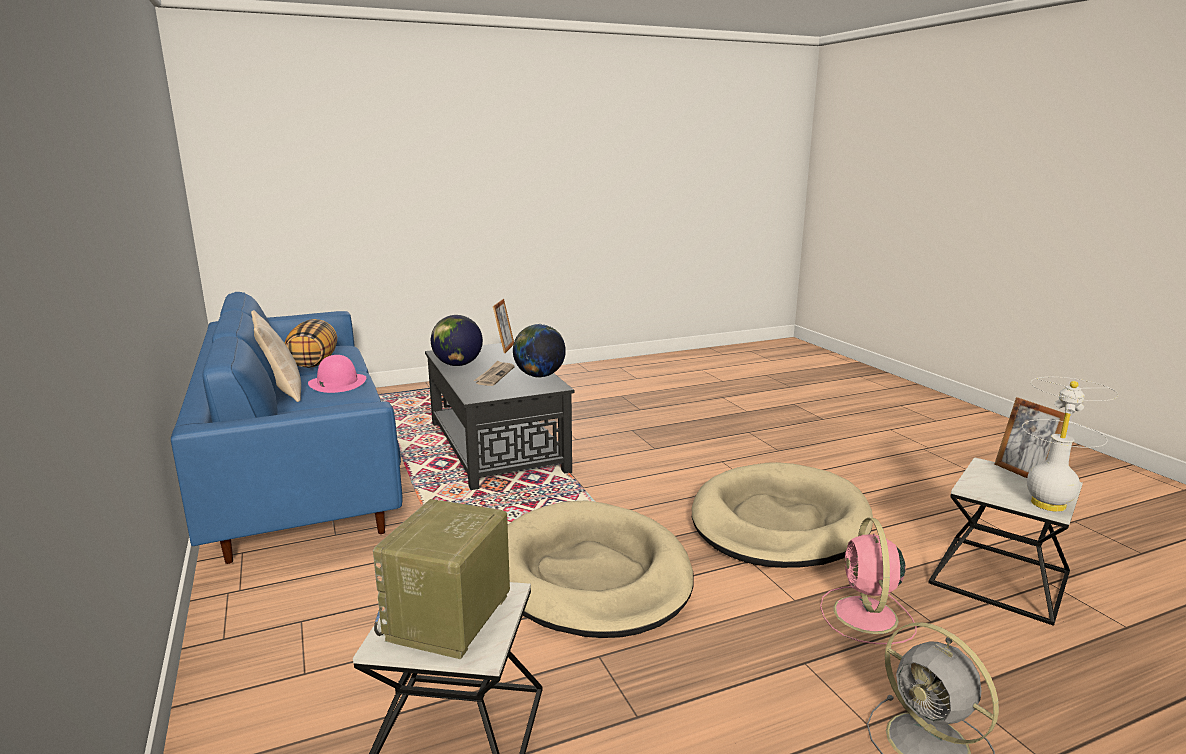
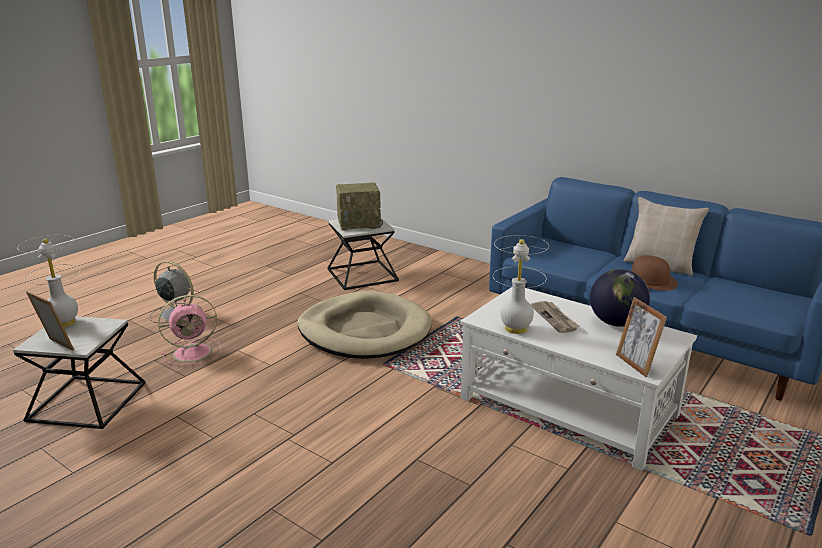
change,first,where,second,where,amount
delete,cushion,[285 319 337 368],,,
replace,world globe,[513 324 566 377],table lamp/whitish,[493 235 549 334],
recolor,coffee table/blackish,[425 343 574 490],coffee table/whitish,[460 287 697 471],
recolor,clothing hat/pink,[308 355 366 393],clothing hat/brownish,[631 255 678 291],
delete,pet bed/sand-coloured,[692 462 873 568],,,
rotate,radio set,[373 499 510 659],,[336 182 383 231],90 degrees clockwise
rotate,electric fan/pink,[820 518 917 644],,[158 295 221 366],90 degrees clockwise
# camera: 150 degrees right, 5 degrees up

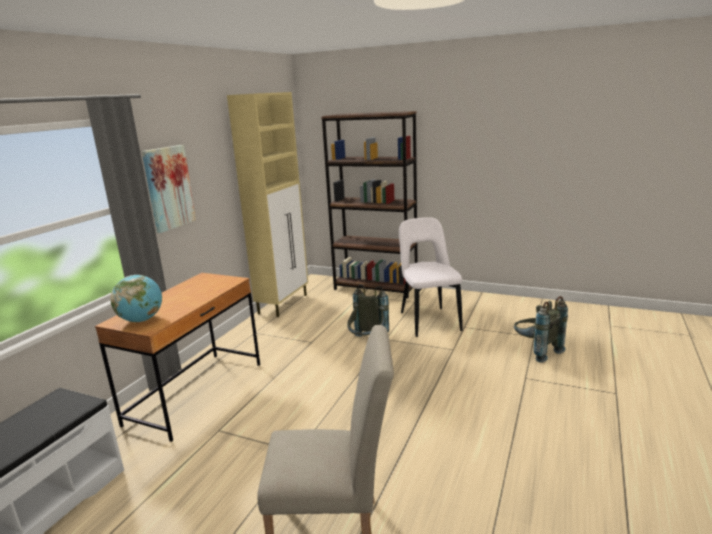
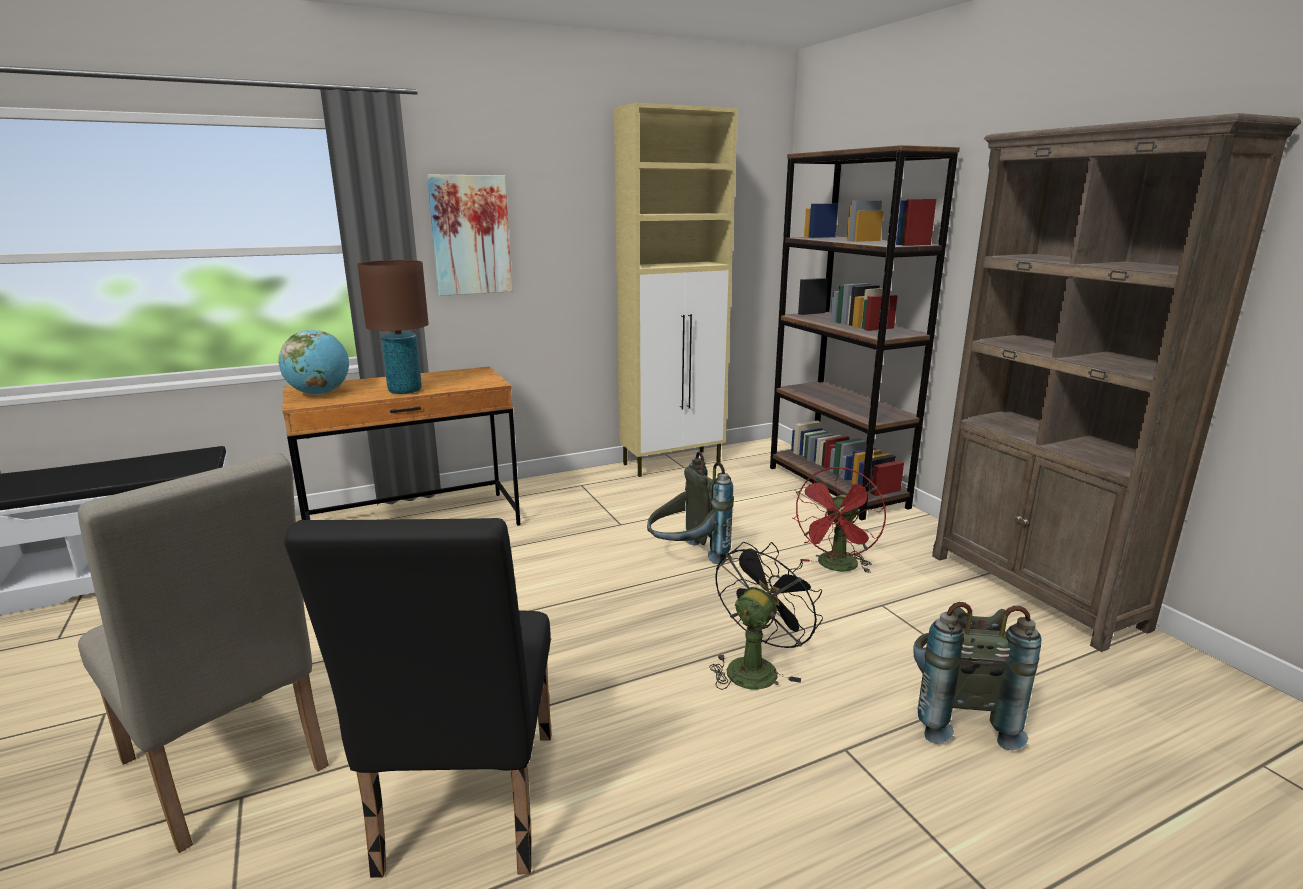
change,first,where,second,where,amount
replace,plain chair/whitish,[399 217 463 337],electric fan/reddish,[792 467 886 574],
insert,,,bookshelf/brownish,[932 113 1301 652],
insert,,,table lamp/brownish,[357 260 429 394],
insert,,,plain chair/blackish,[284 518 551 878],
insert,,,electric fan/blackish,[709 542 823 690],
# camera: 40 degrees right, 0 degrees up

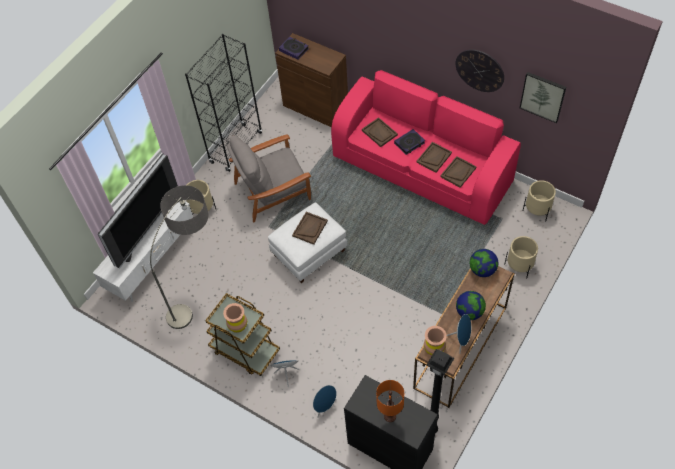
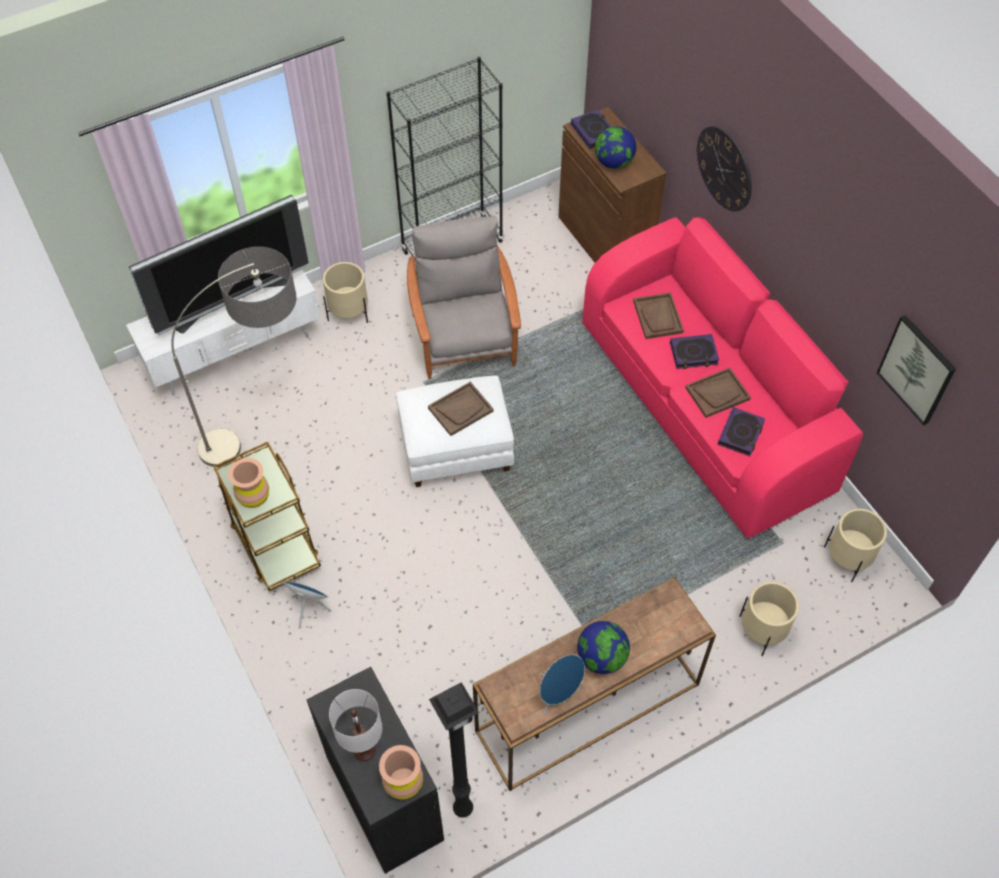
change,first,where,second,where,amount
move,wall clock,[455 49 504 92],,[697 126 752 212],
rotate,easy chair/greyish,[227 135 311 223],,[407 216 521 379],75 degrees clockwise
replace,serving tray/brownish,[440 156 477 188],bound book,[718 407 765 456],
move,world globe,[469 249 498 277],,[595 126 637 169],
move,flower vase/brownish,[424 326 447 355],,[379 745 423 800],
recolor,table lamp/orangey,[376 380 404 422],table lamp/whitish,[329 689 382 761],
delete,loudspeaker/bluish,[313 385 337 418],,,
# camera: 25 degrees right, 0 degrees up

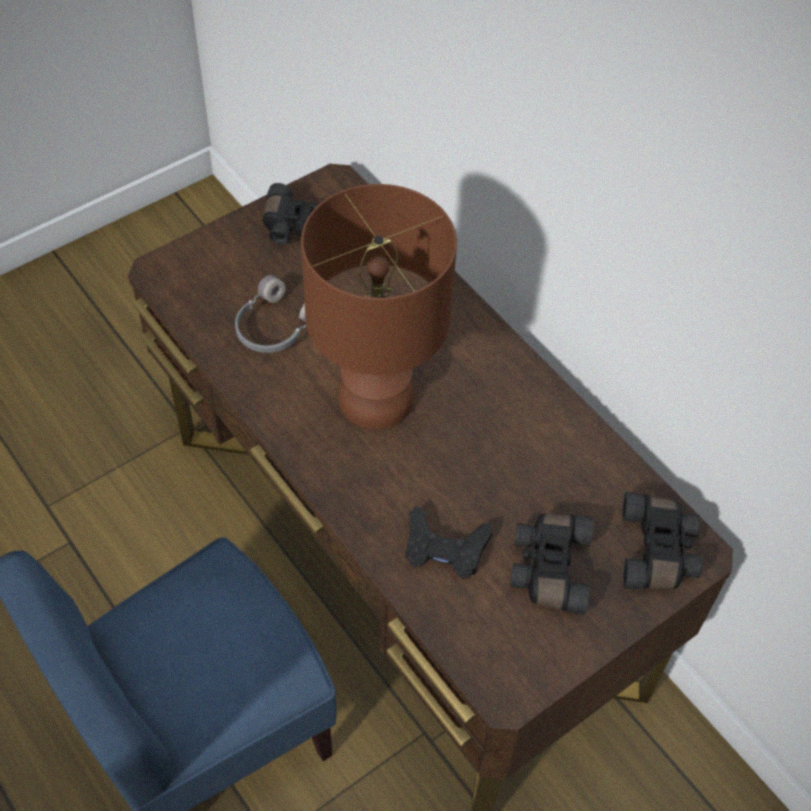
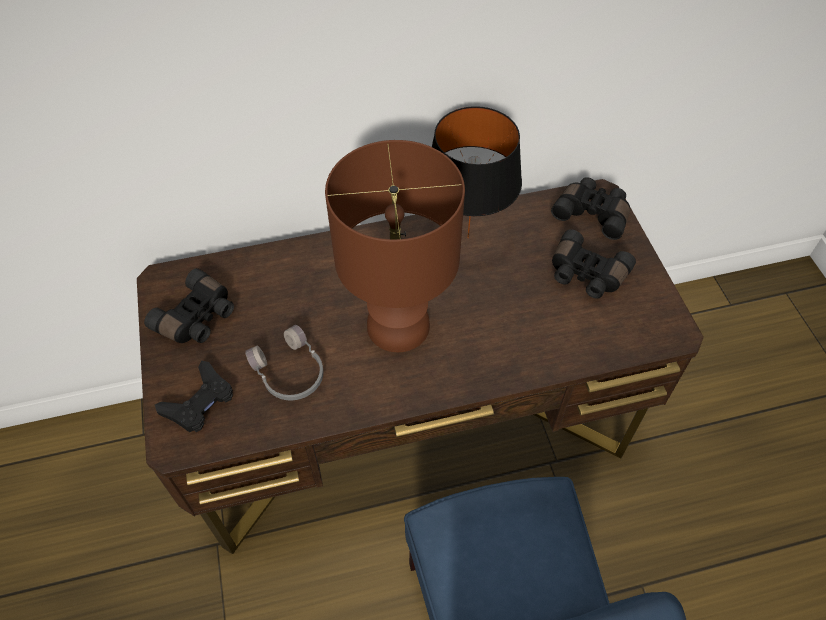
change,first,where,second,where,amount
move,joypad/blackish,[406 506 493 579],,[155 360 233 432],
insert,,,table lamp/blackish,[432 106 522 238],
# camera: 65 degrees left, 0 degrees up

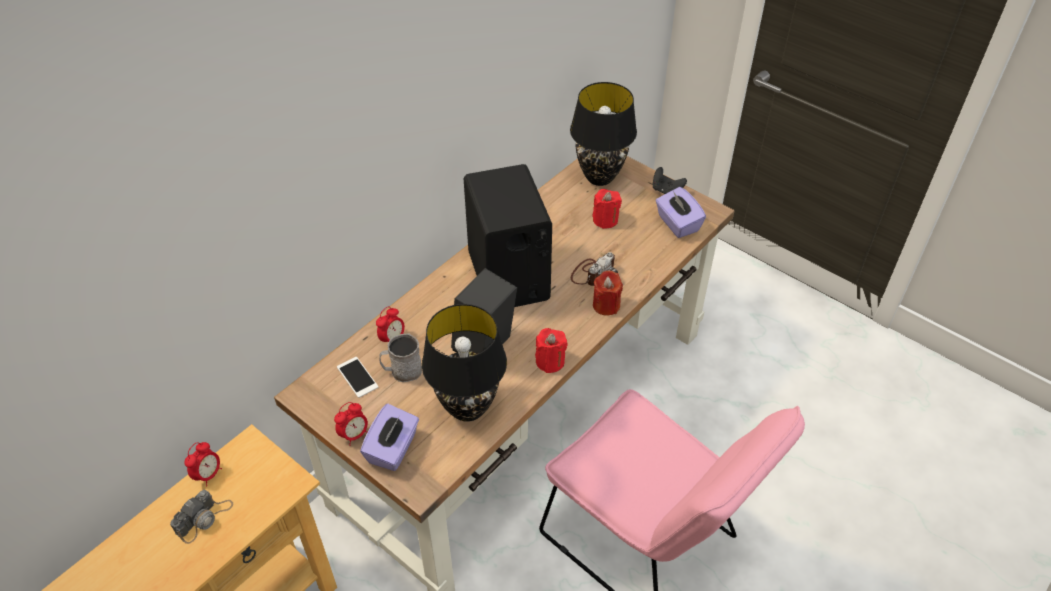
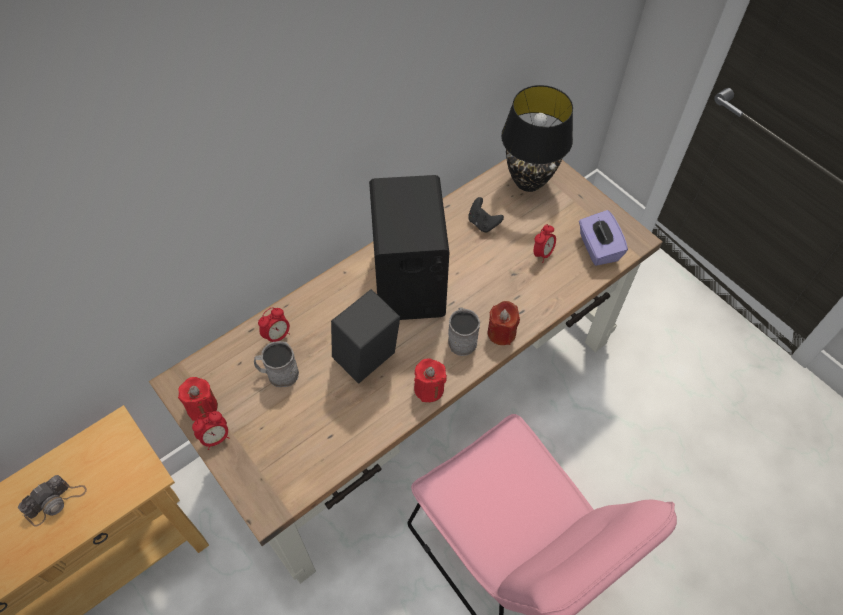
change,first,where,second,where,amount
move,joypad/blackish,[652 167 687 194],,[468 197 504 233],
move,wax candle/reddish,[592 189 622 229],,[178 377 218 421],
delete,photo camera,[571 252 618 286],,,
delete,table lamp/blackish,[422 304 507 422],,,
delete,handset,[337 357 378 398],,,
delete,box of tissues/purple-coloured,[360 404 419 471],,,
move,alarm clock,[184 442 222 486],,[534 224 556 263],
insert,,,coffee mug/greyish,[448 307 480 356],
# camera: 10 degrees right, 10 degrees up

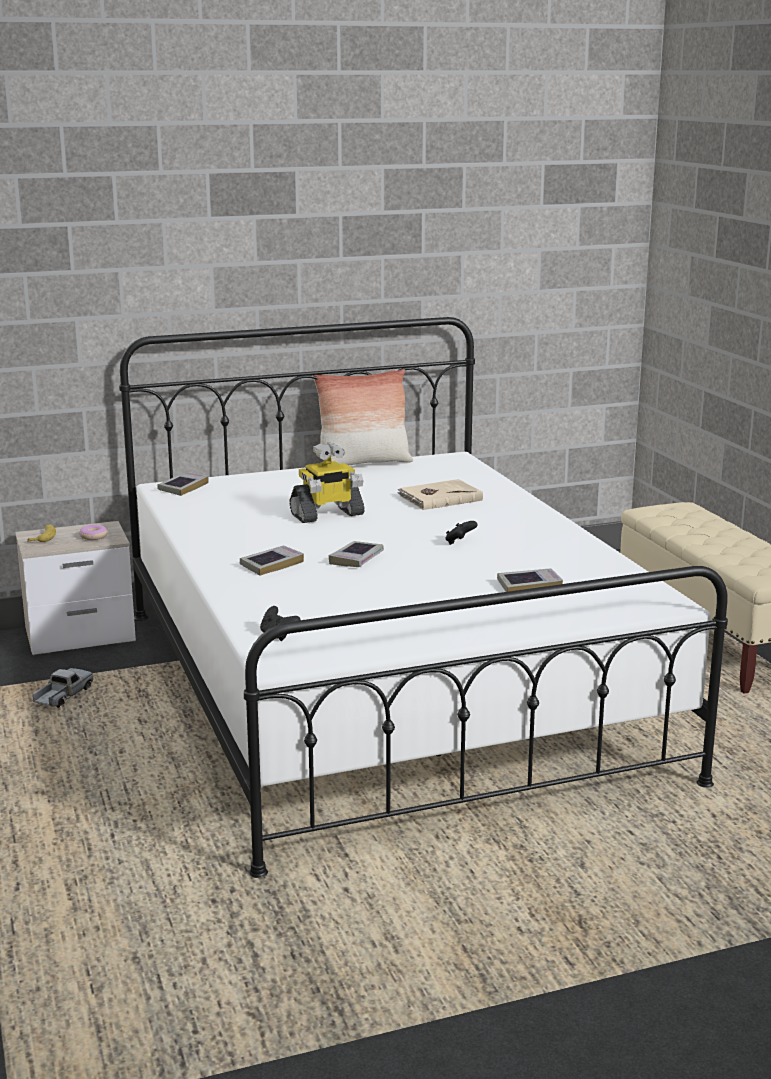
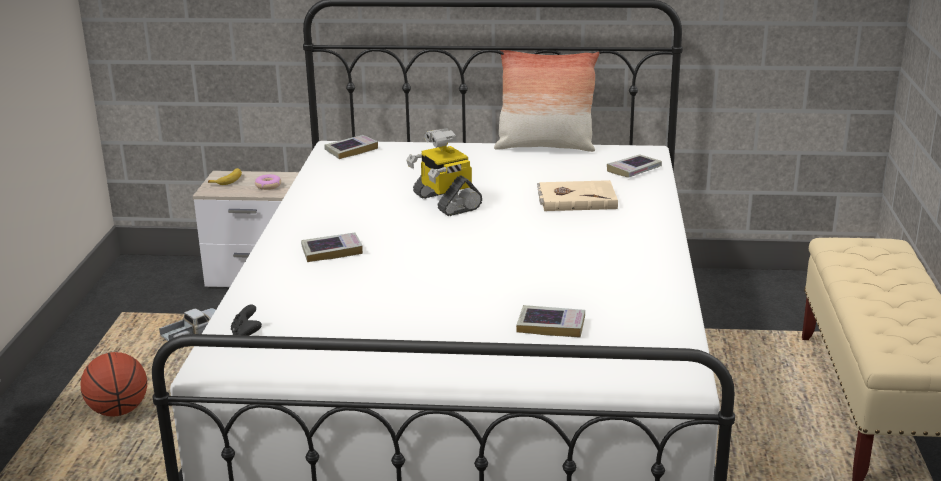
change,first,where,second,where,amount
rotate,robot figure,[290 442 365 523],,[406 128 482 216],60 degrees clockwise
delete,joypad/blackish,[446 521 478 545],,,
move,bound book,[329 541 384 567],,[607 155 662 178],
insert,,,ball for basketball,[81 352 147 417],
# camera: 25 degrees right, 5 degrees up

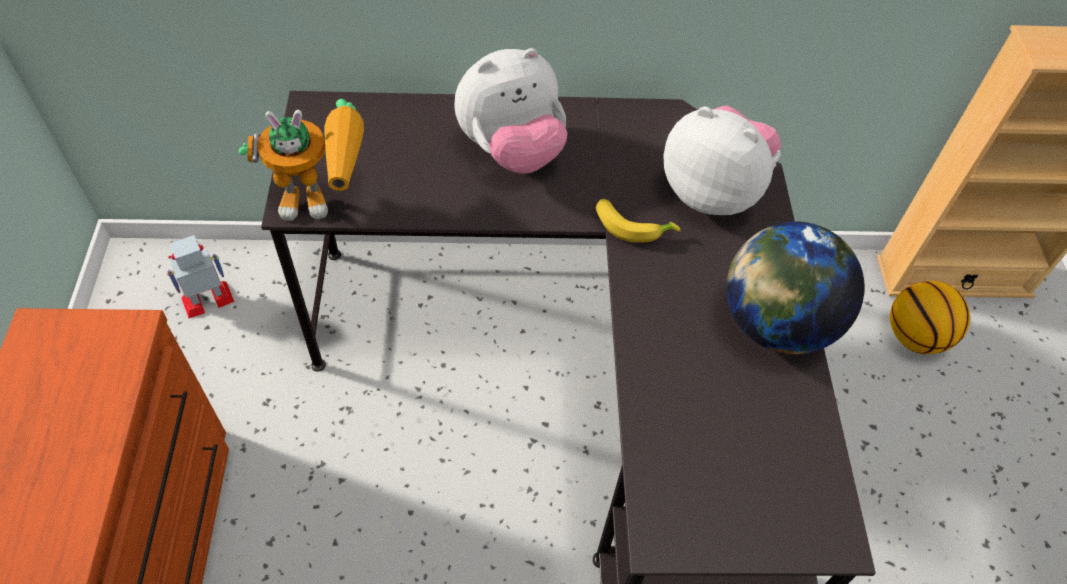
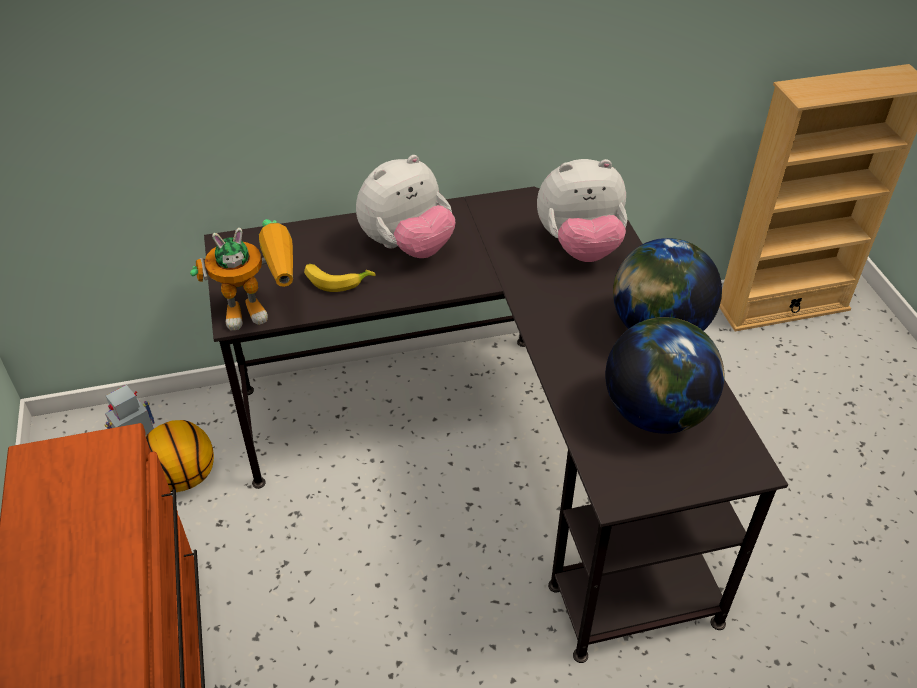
change,first,where,second,where,amount
rotate,soft toy,[663 105 781 215],,[537 159 627 262],150 degrees clockwise
move,banana,[596 198 681 243],,[304 264 376 292],
move,ball for basketball,[890 281 970 354],,[146 420 214 492],
insert,,,world globe,[605 317 724 434],
# camera: 10 degrees left, 10 degrees down

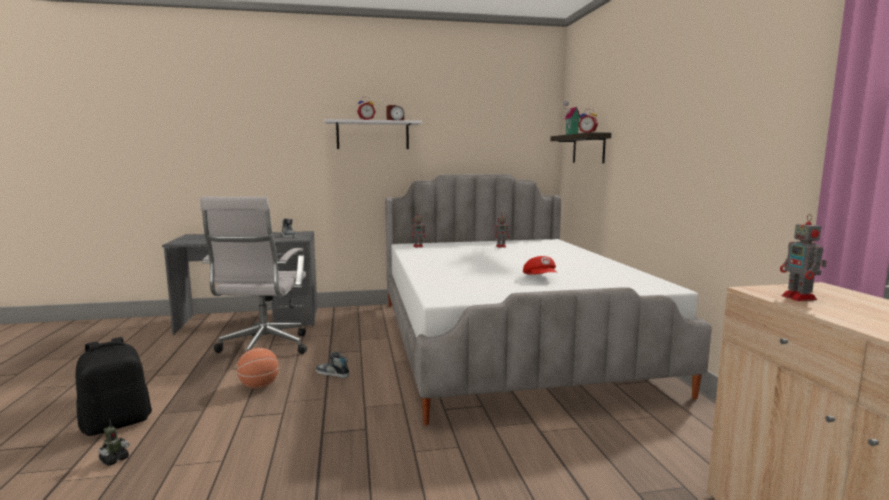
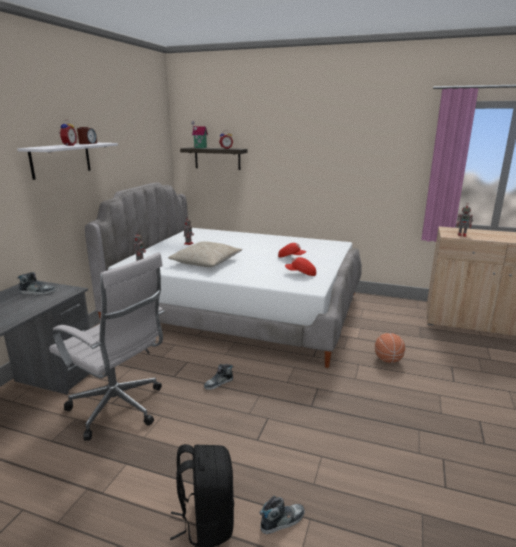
change,first,where,second,where,amount
move,ball for basketball,[237 348 279 389],,[375 333 405 363],
replace,robot figure,[98 419 130 466],low shoe,[259 496 305 534],
insert,,,cushion/sand-coloured,[168 241 242 267],
insert,,,cap/reddish,[285 257 316 276],
# camera: 60 degrees left, 10 degrees up

